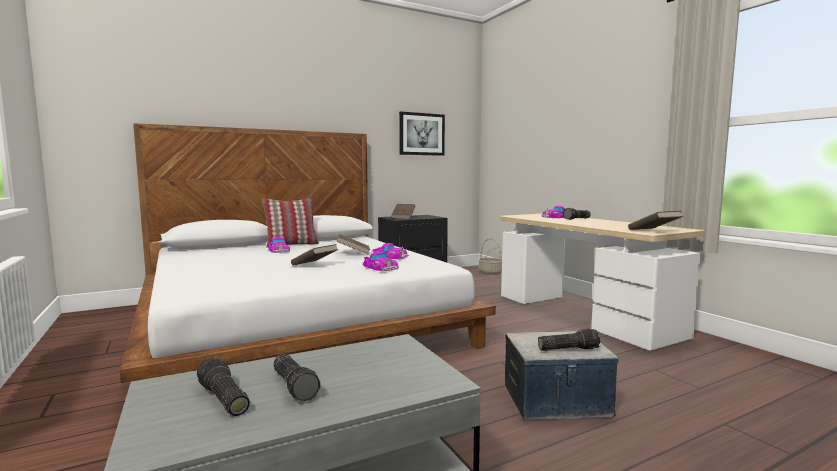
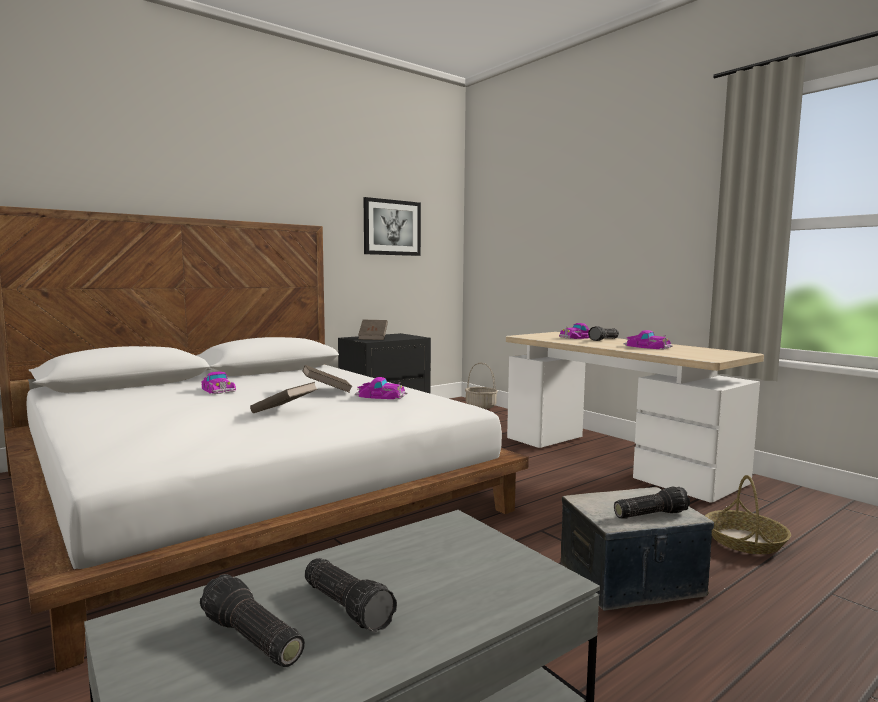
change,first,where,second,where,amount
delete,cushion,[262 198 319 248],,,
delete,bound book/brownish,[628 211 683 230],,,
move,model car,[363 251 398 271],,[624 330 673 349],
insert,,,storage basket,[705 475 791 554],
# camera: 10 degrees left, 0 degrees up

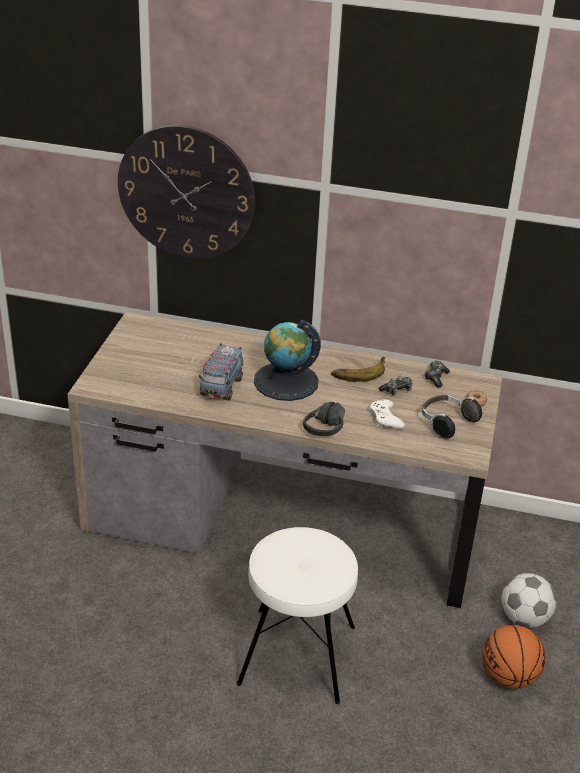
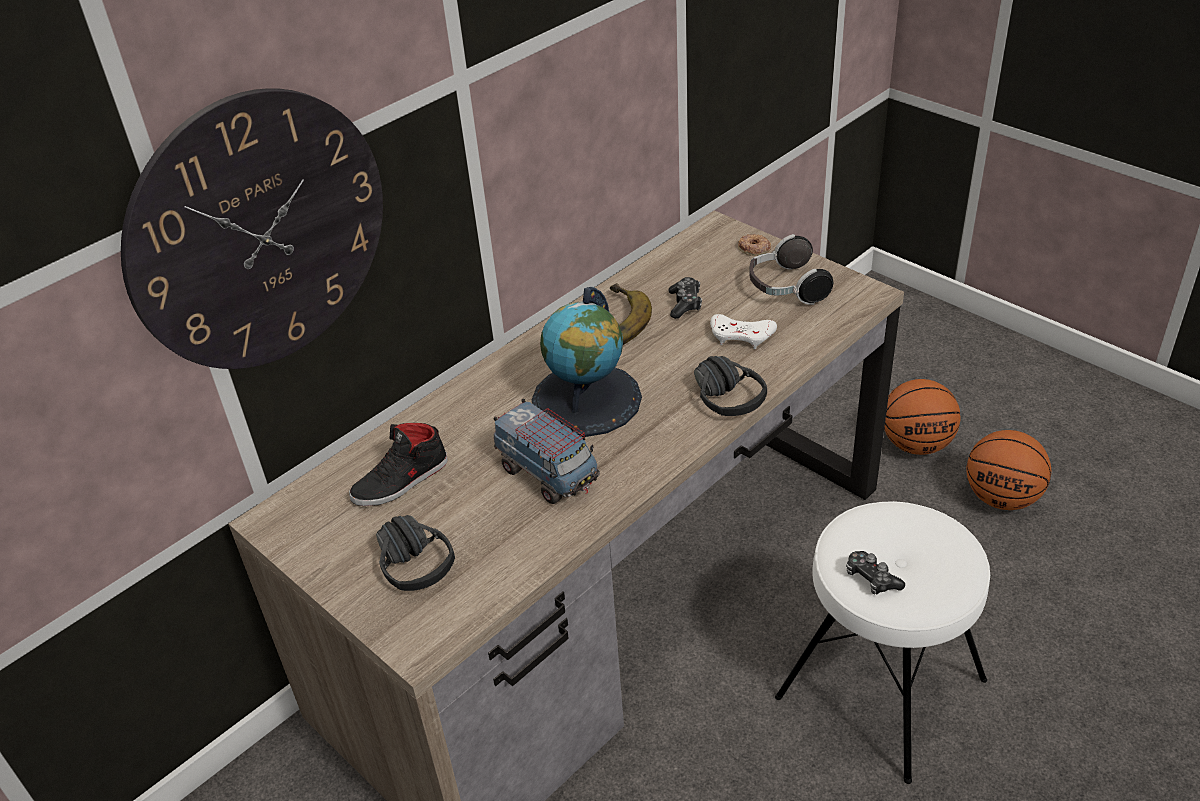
change,first,where,second,where,amount
move,joypad,[425 361 450 387],,[846 551 905 595],
replace,ball for football,[501 573 556 628],ball for basketball,[884 379 961 455],
insert,,,low shoe/blackish,[349 423 448 506],
insert,,,headphones/blackish,[376 515 455 591],
# camera: 55 degrees left, 5 degrees up

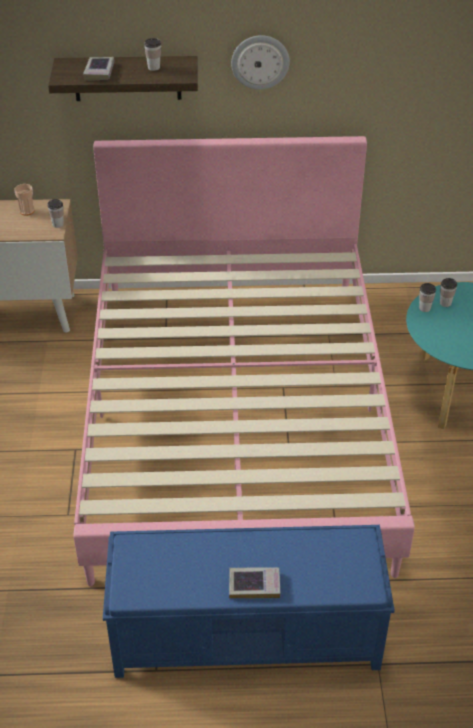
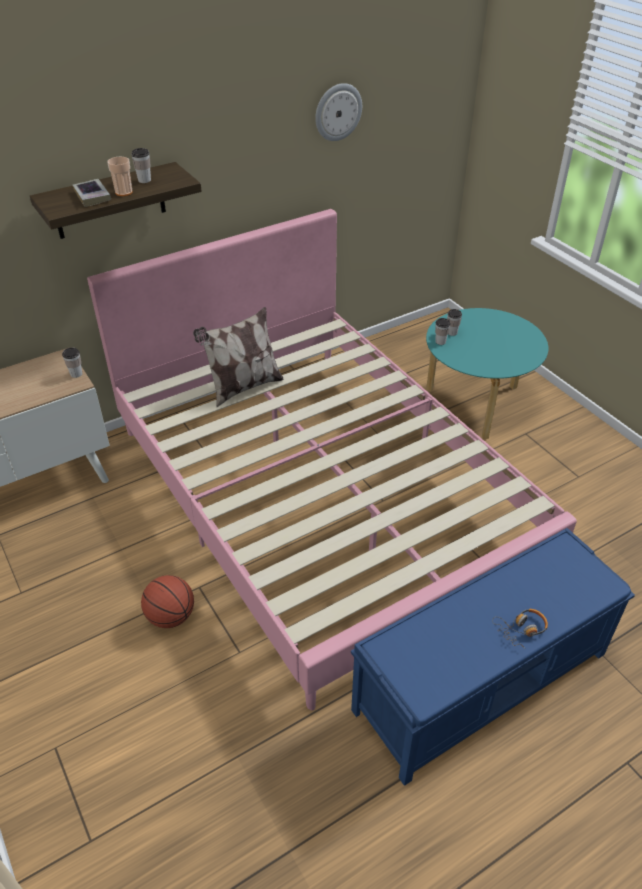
change,first,where,second,where,amount
move,wall clock,[231 35 290 90],,[315 83 362 141],
move,cup,[14 184 34 216],,[107 157 133 196],
replace,bound book,[229 567 280 598],headphones,[492 609 548 649],
insert,,,cushion,[193 307 284 407],
insert,,,ball for basketball,[141 575 194 628],
# camera: 30 degrees left, 0 degrees up

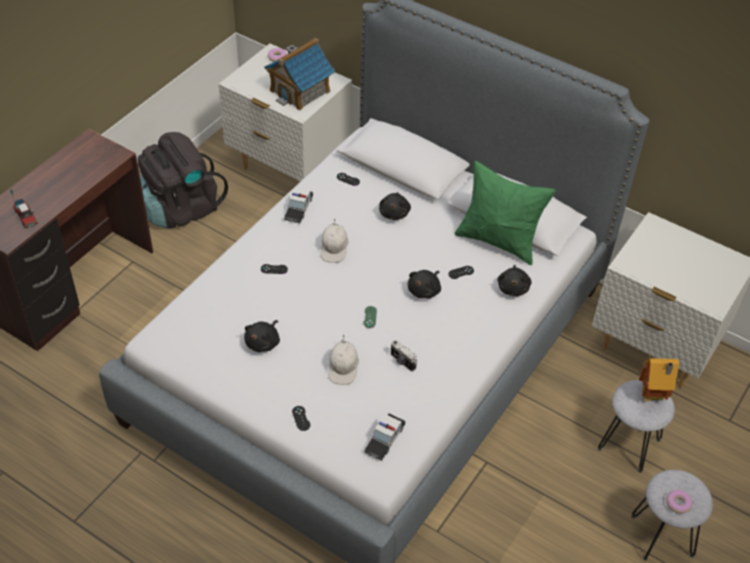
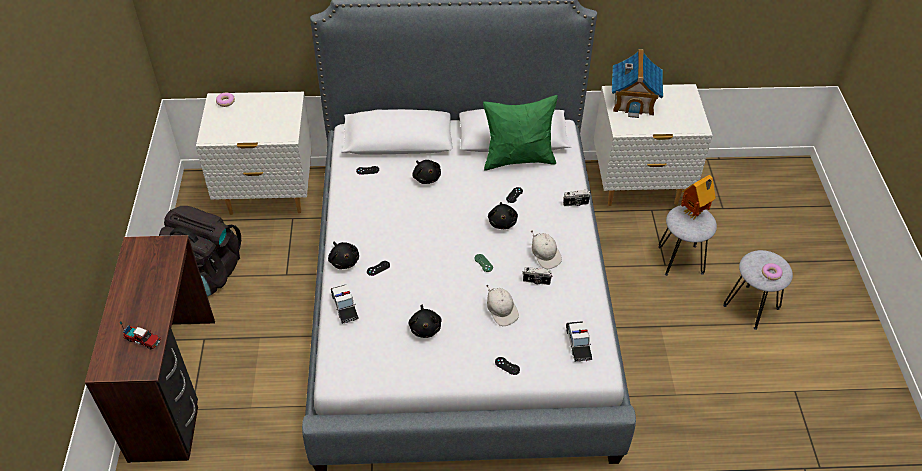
change,first,where,second,where,amount
move,model house,[264 38 335 111],,[612 49 663 118],
move,model car,[284 187 313 223],,[331 284 359 324],
move,cap/whitish,[321 219 349 263],,[531 231 562 269],
move,soft toy/blackish,[497 265 532 296],,[328 242 359 269],
insert,,,photo camera,[563 190 591 206],
# camera: 35 degrees left, 0 degrees up

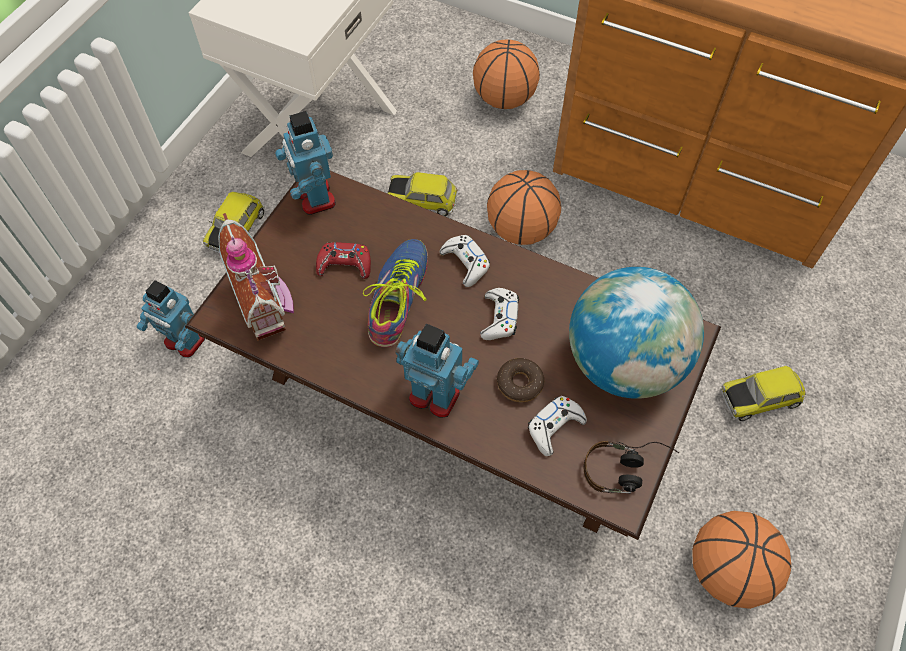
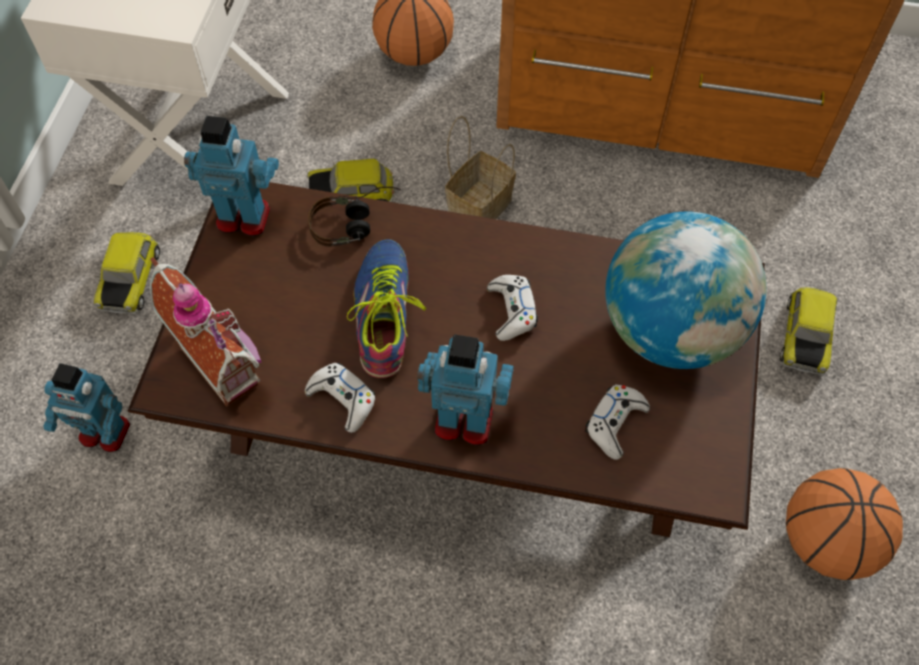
change,first,where,second,where,amount
rotate,robot figure,[275 111 336 215],,[184 116 279 236],135 degrees clockwise
replace,ball for basketball,[487 170 561 245],storage basket,[445 116 516 219],
move,joypad/whitish,[440 235 490 287],,[305 363 375 433],
delete,joypad/reddish,[316 242 371 279],,,
delete,ring doughnut,[497 358 544 402],,,
rotate,model car,[720 366 806 421],,[780 287 837 375],45 degrees counterclockwise
move,headphones,[584 441 679 494],,[308 187 401 247],
# camera: 15 degrees left, 0 degrees up

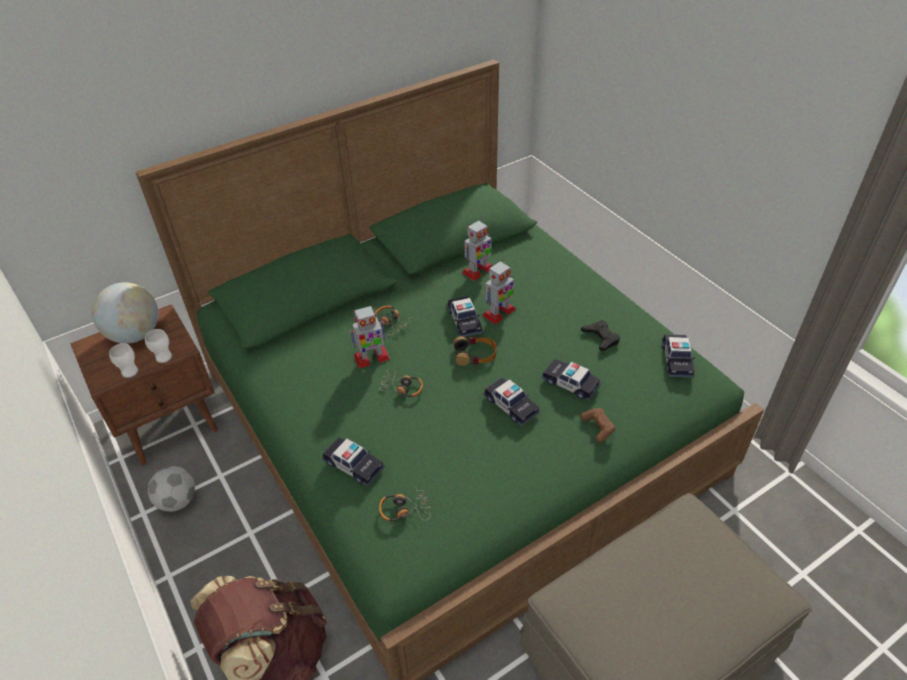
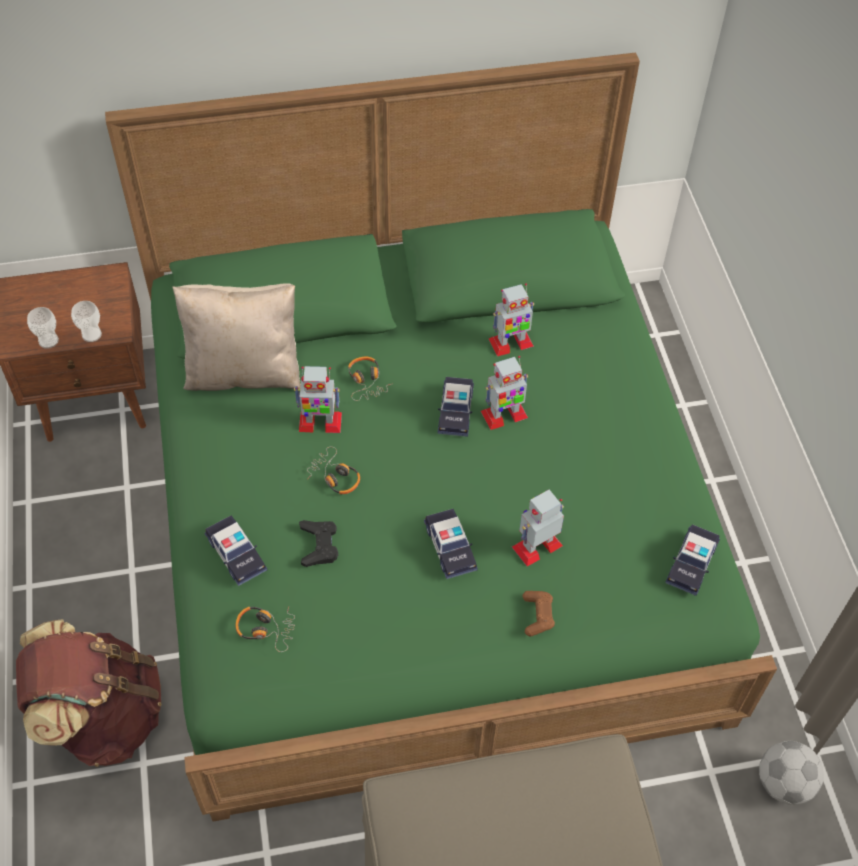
change,first,where,second,where,amount
delete,world globe,[92 282 158 344],,,
move,joypad/blackish,[581 320 620 351],,[299 520 338 567],
delete,headphones,[453 336 497 366],,,
replace,model car,[541 359 601 401],robot figure,[512 490 564 566],
move,ball for football,[148 466 195 512],,[759 741 824 805],
insert,,,cushion/sand-coloured,[172 283 301 391],
# camera: 20 degrees right, 10 degrees up

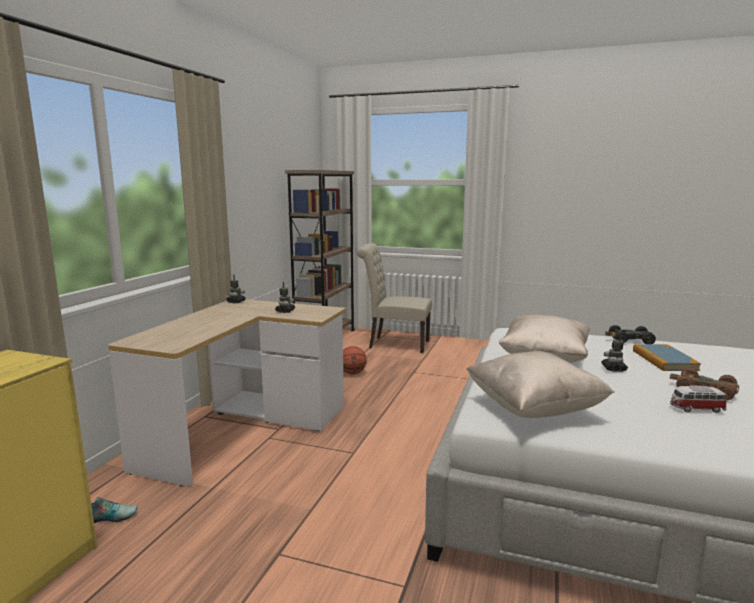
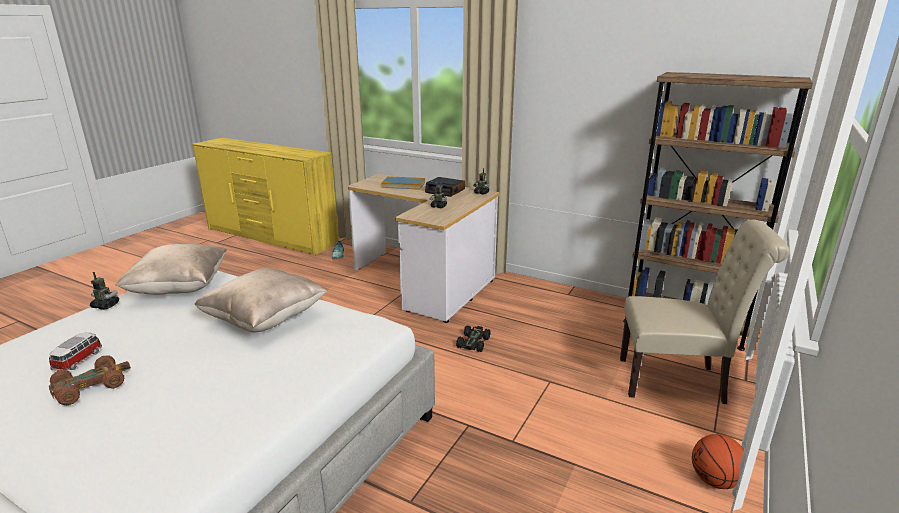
change,first,where,second,where,amount
rotate,plain chair/sand-coloured,[357 243 432 353],,[620 219 790 404],75 degrees clockwise
move,model car/blackish,[605 325 656 344],,[456 325 491 352],
move,robot figure,[601 333 628 372],,[90 272 119 310],
move,bound book,[633 344 701 371],,[382 176 425 190],
move,ball for basketball,[343 346 367 375],,[692 434 744 489],
insert,,,alarm clock,[425 177 465 197],
# camera: 100 degrees right, 10 degrees up

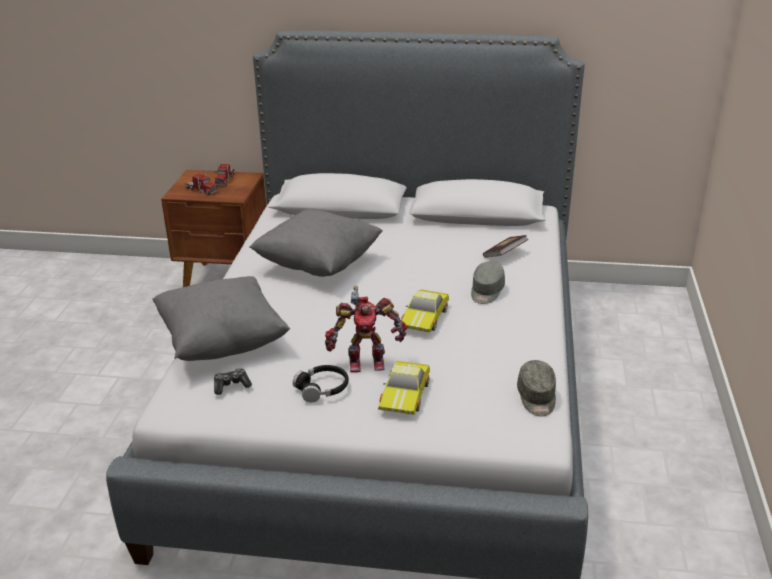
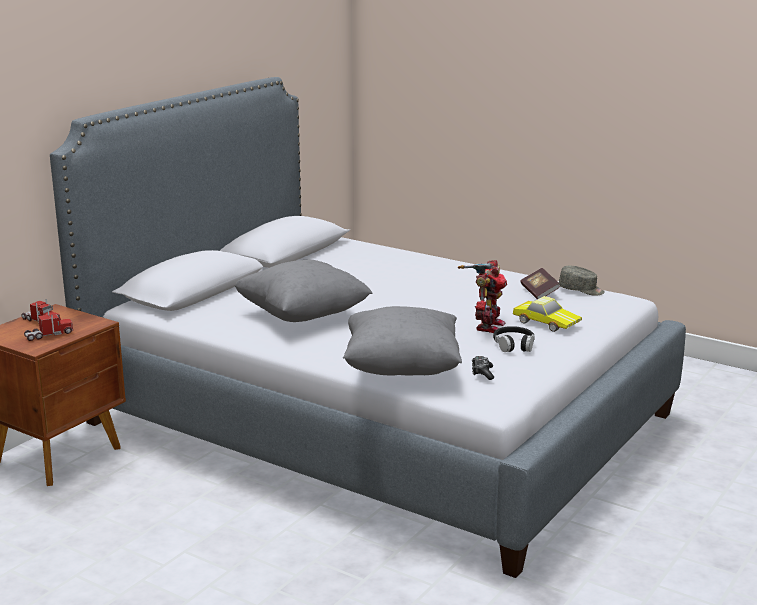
change,first,where,second,where,amount
move,bound book,[483 235 528 258],,[520 268 560 299],
delete,cap/greyish,[471 261 505 304],,,
delete,model car,[401 289 449 332],,,
# camera: 65 degrees left, 10 degrees down

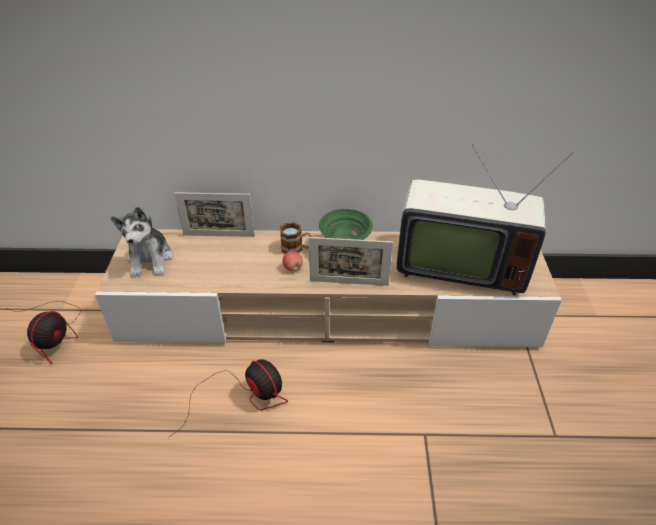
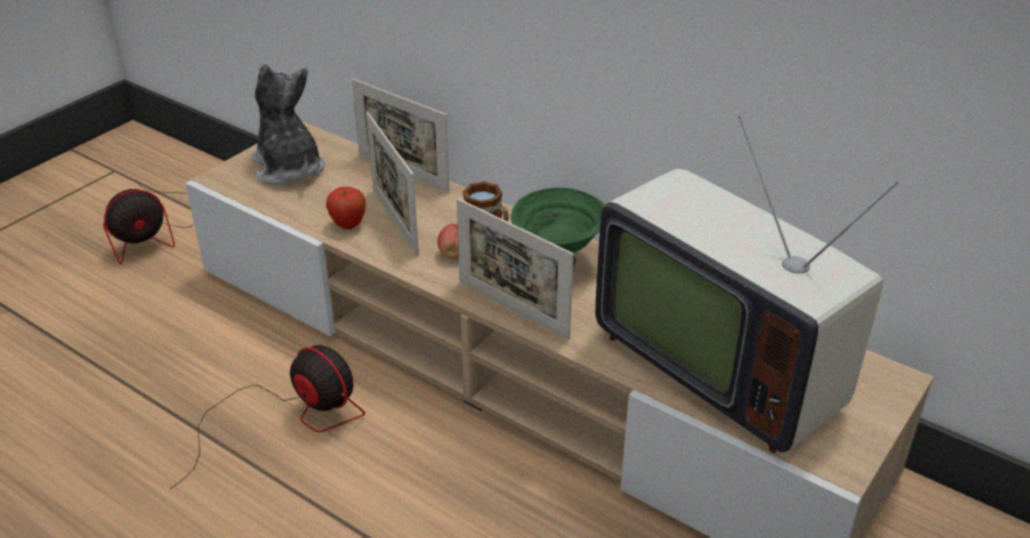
change,first,where,second,where,amount
rotate,soft toy,[110 207 173 277],,[252 64 325 185],120 degrees clockwise
rotate,electric fan,[169 359 288 437],,[170 345 365 489],45 degrees counterclockwise
insert,,,standing frame,[366 112 419 255],
insert,,,apple fruit,[326 187 366 230],
# camera: 35 degrees right, 5 degrees down

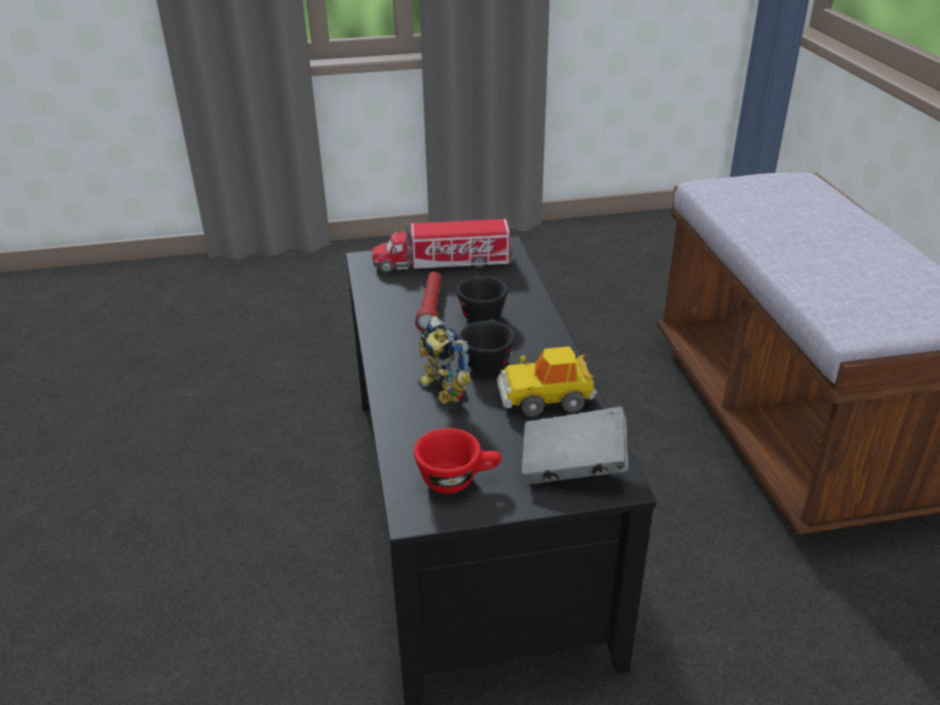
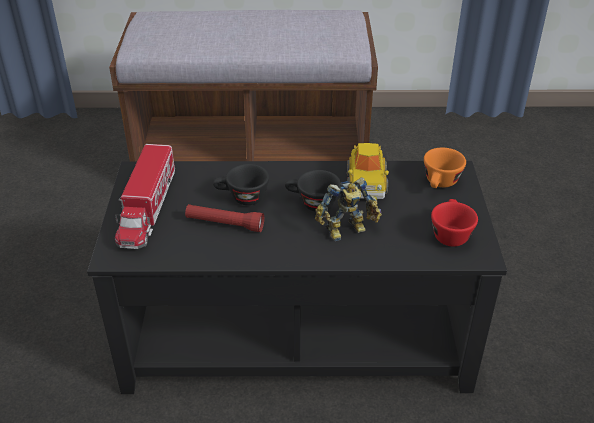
change,first,where,second,where,amount
replace,bound book/greyish,[522 407 628 484],cup/orangey,[424 147 466 188],
# camera: 80 degrees left, 5 degrees up

